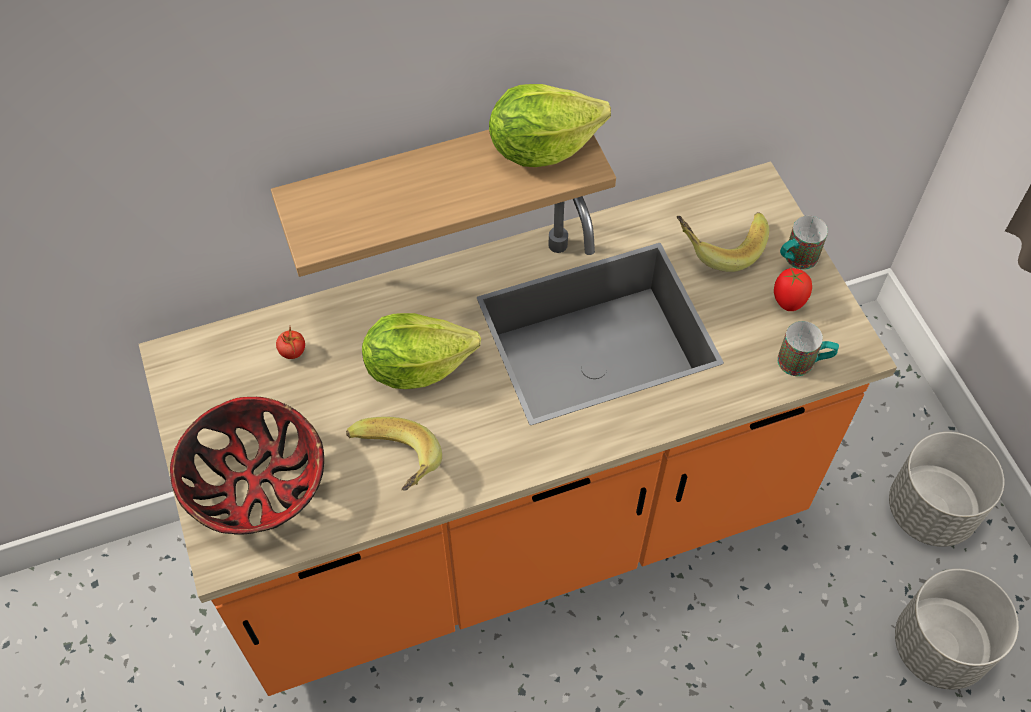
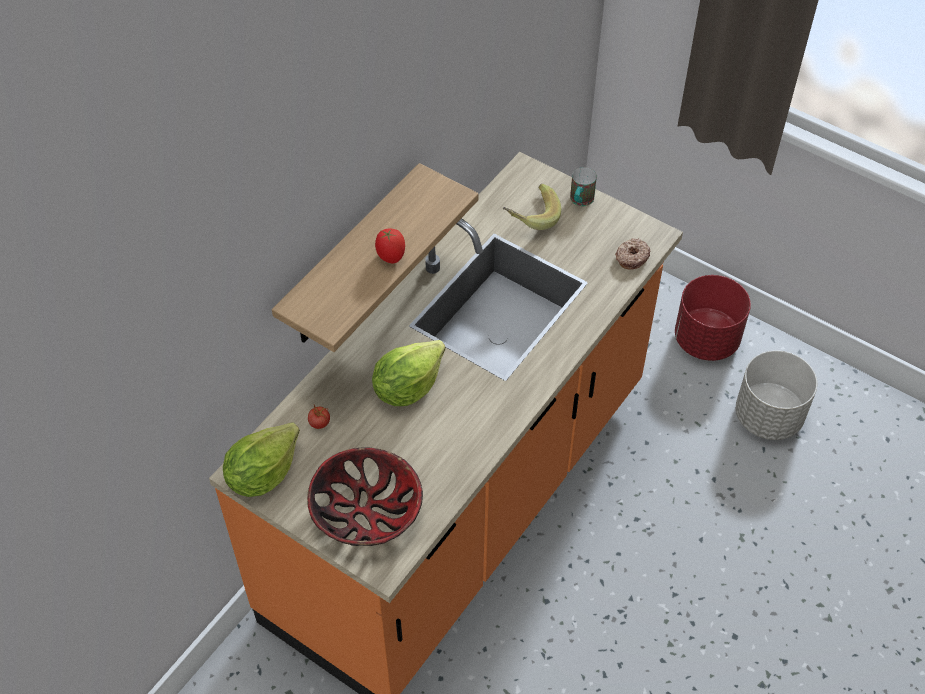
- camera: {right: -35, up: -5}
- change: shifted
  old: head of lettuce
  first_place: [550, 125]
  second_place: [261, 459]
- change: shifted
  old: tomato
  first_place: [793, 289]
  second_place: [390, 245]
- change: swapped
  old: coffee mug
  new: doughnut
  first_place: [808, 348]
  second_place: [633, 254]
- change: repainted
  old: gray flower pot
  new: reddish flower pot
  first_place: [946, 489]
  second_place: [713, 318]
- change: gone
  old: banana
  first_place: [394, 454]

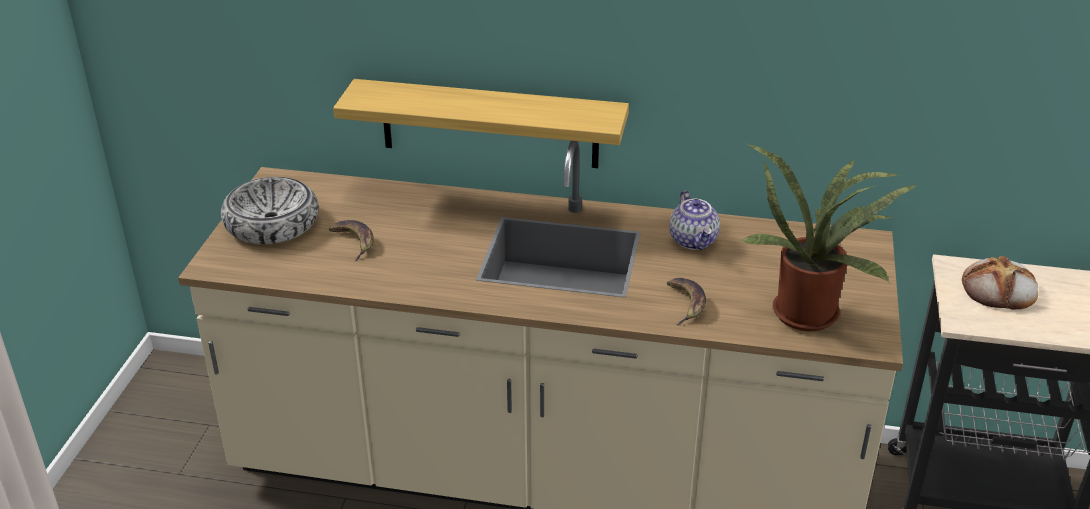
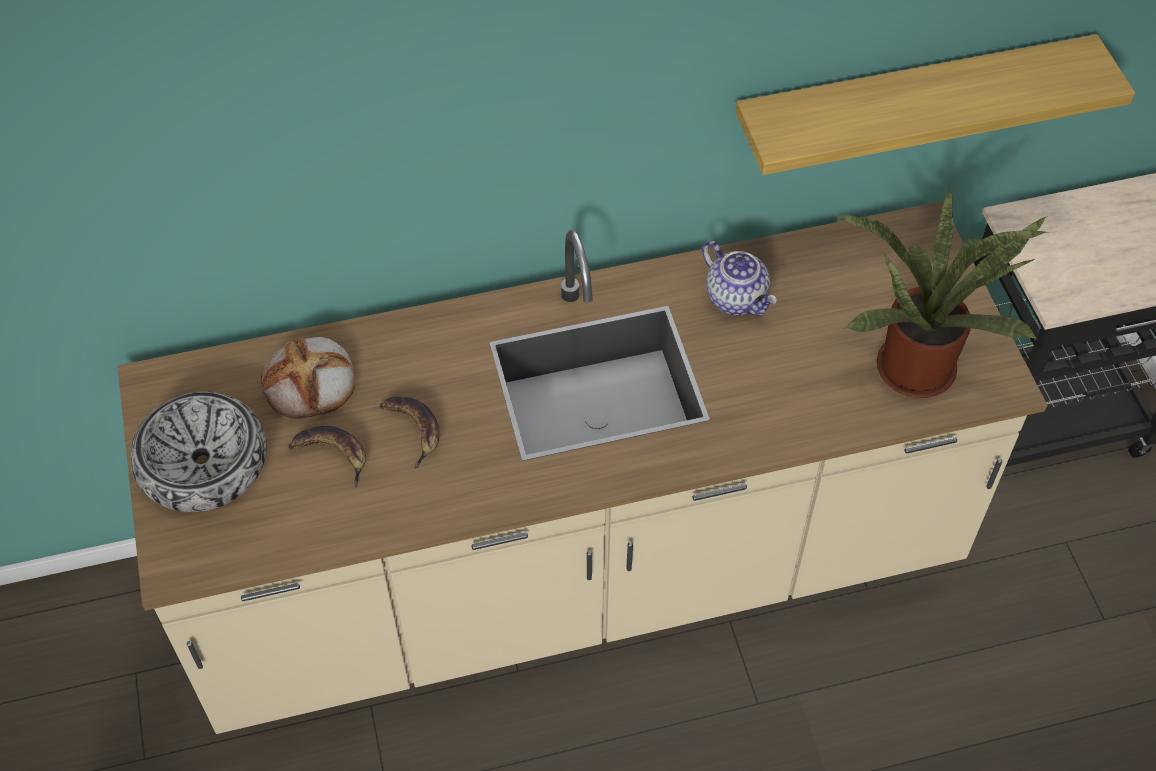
- camera: {right: -25, up: 20}
- change: shifted
  old: bread
  first_place: [1000, 283]
  second_place: [308, 378]
- change: shifted
  old: banana
  first_place: [686, 301]
  second_place: [409, 432]
- change: shifted
  old: bracket shelf
  first_place: [481, 123]
  second_place: [935, 104]

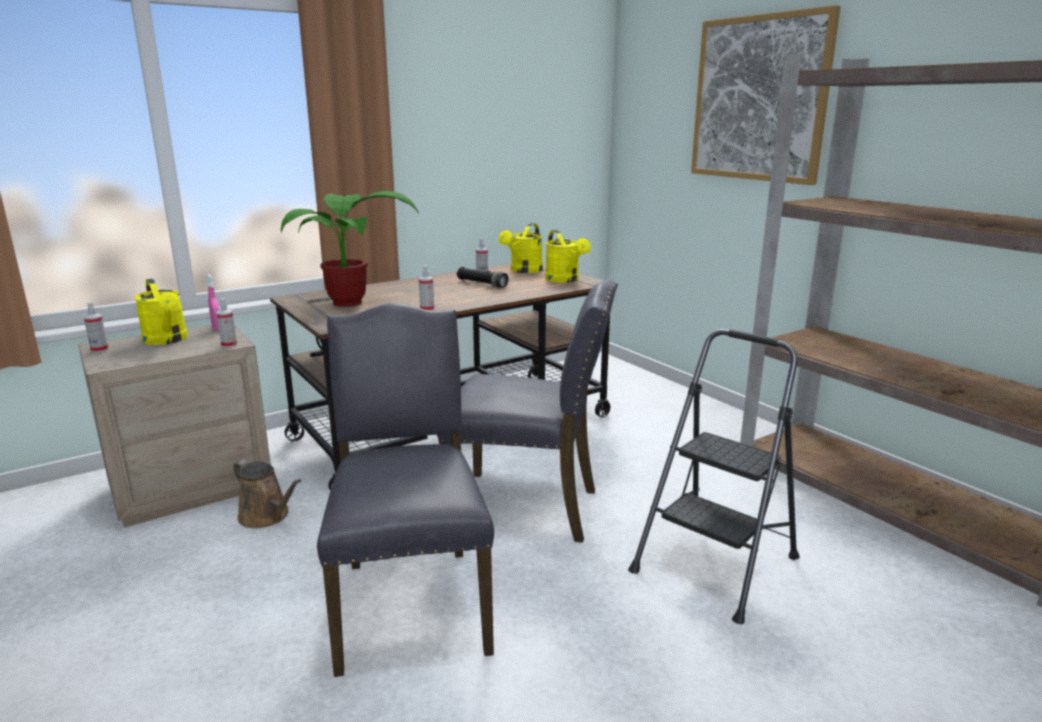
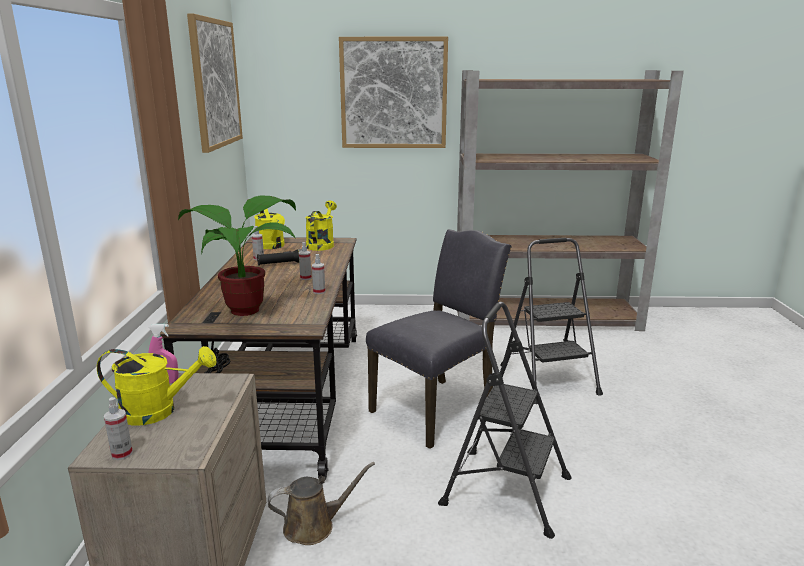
- camera: {right: -55, up: 0}
- change: new
  new: wall picture
  second_place: [215, 83]
- change: shifted
  old: hand sprayer
  first_place: [226, 323]
  second_place: [305, 261]
- change: rotated
  old: yellow watering pot
  first_place: [568, 256]
  second_place: [321, 226]
  degrees: -90
- change: swapped
  old: gray plain chair
  new: blackish stepladder
  first_place: [405, 490]
  second_place: [505, 420]

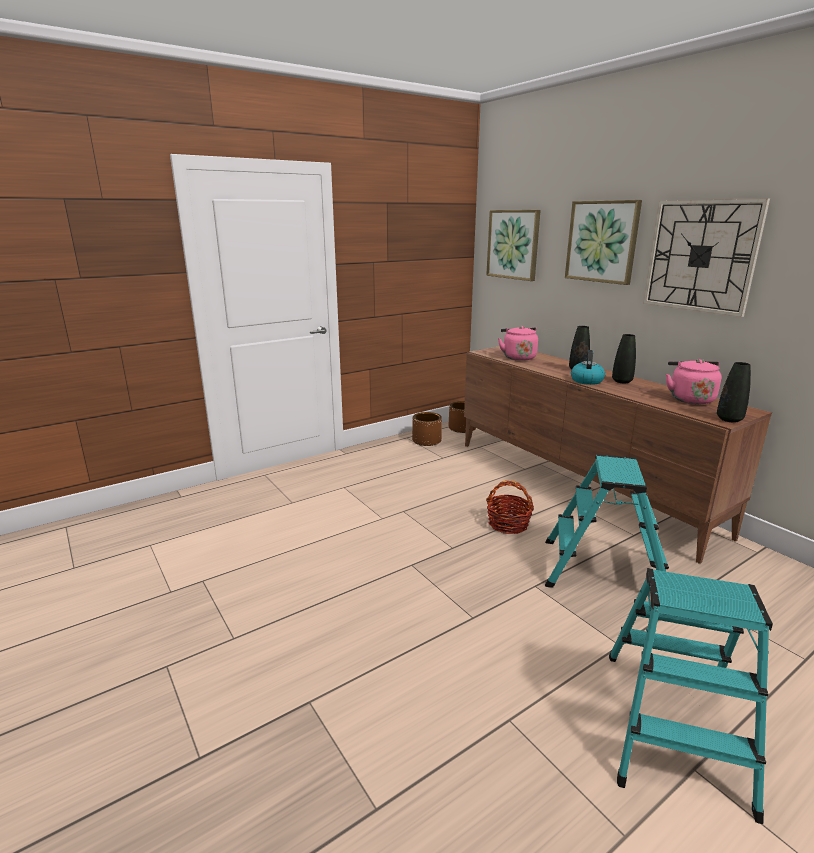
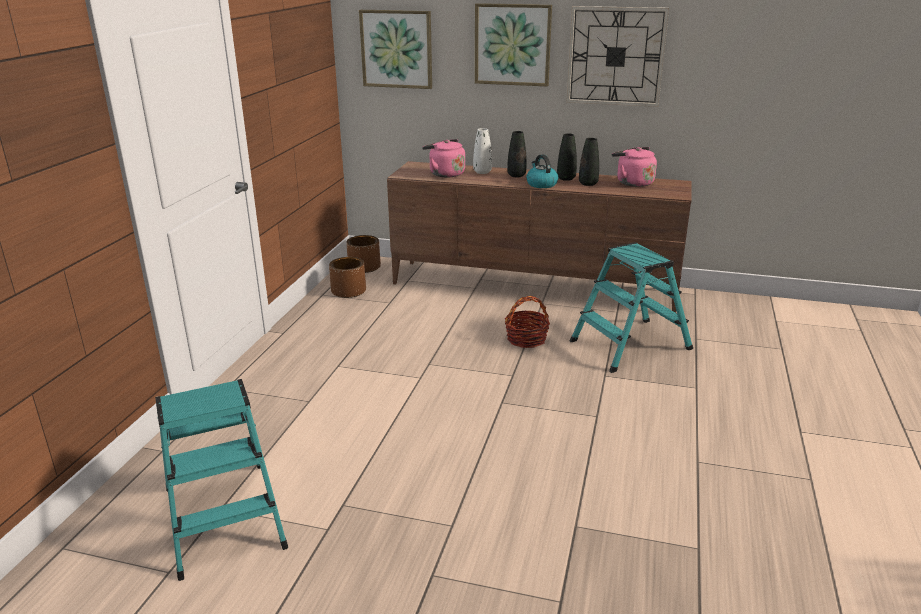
- camera: {right: -40, up: 5}
- change: shifted
  old: blue-green stepladder
  first_place: [691, 696]
  second_place: [221, 480]
- change: new
  new: white decorative vase
  second_place: [482, 151]
- change: shifted
  old: blackish decorative vase
  first_place: [734, 392]
  second_place: [589, 162]

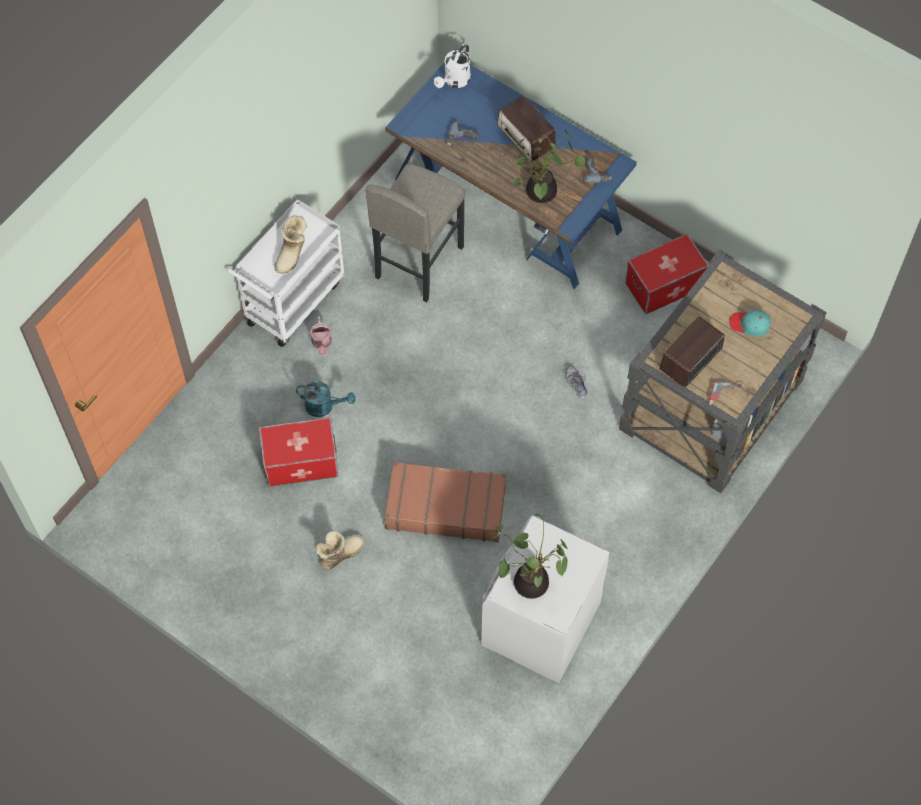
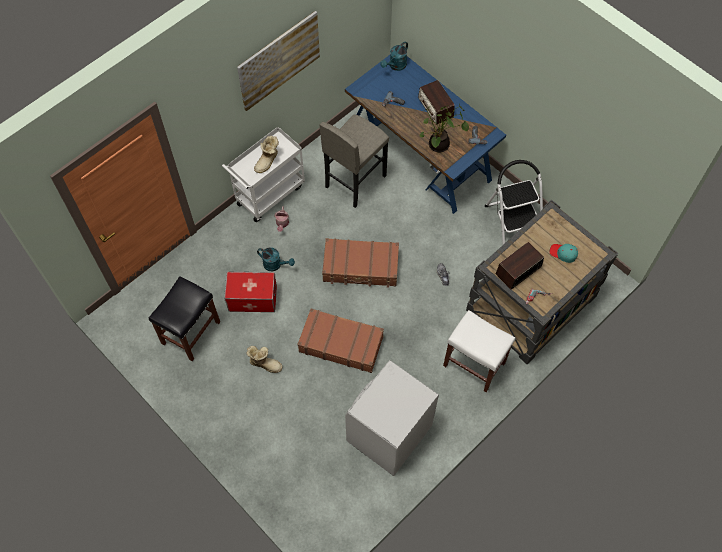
- camera: {right: 10, up: 0}
- change: new
  new: blackish stool
  second_place: [184, 318]
- change: new
  new: wall picture
  second_place: [278, 61]
- change: rotated
  old: boot
  first_place: [340, 550]
  second_place: [264, 359]
  degrees: 45
- change: new
  new: brown-coloured piece of luggage
  second_place: [360, 263]
- change: repainted
  old: white watering pot
  new: blue-green watering pot
  first_place: [452, 65]
  second_place: [394, 56]
- change: new
  new: white stool
  second_place: [479, 351]
- change: swapped
  old: storage bin
  new: stepladder
  first_place: [667, 274]
  second_place: [514, 202]
- change: gone
  old: potted plant
  first_place: [528, 556]

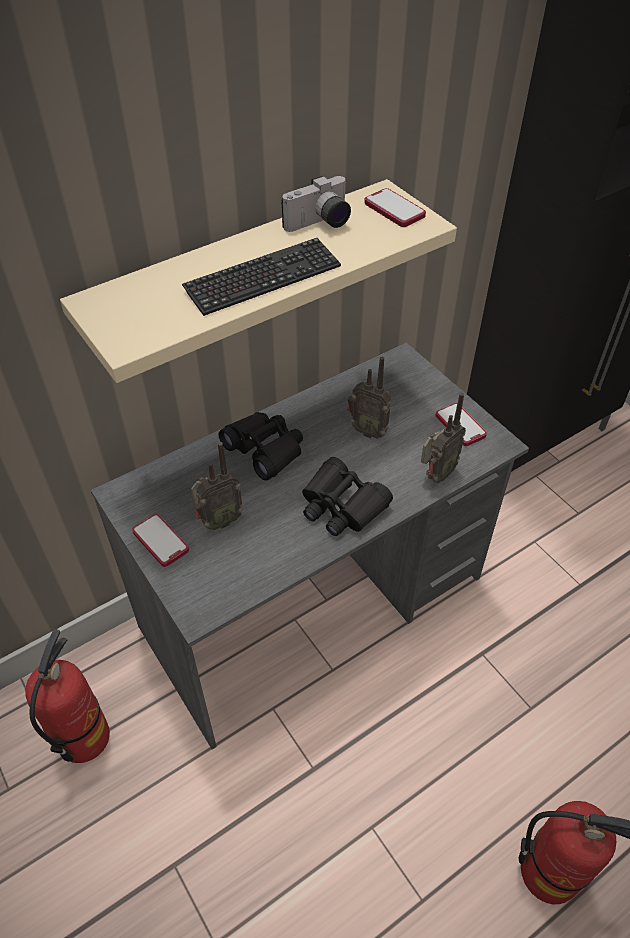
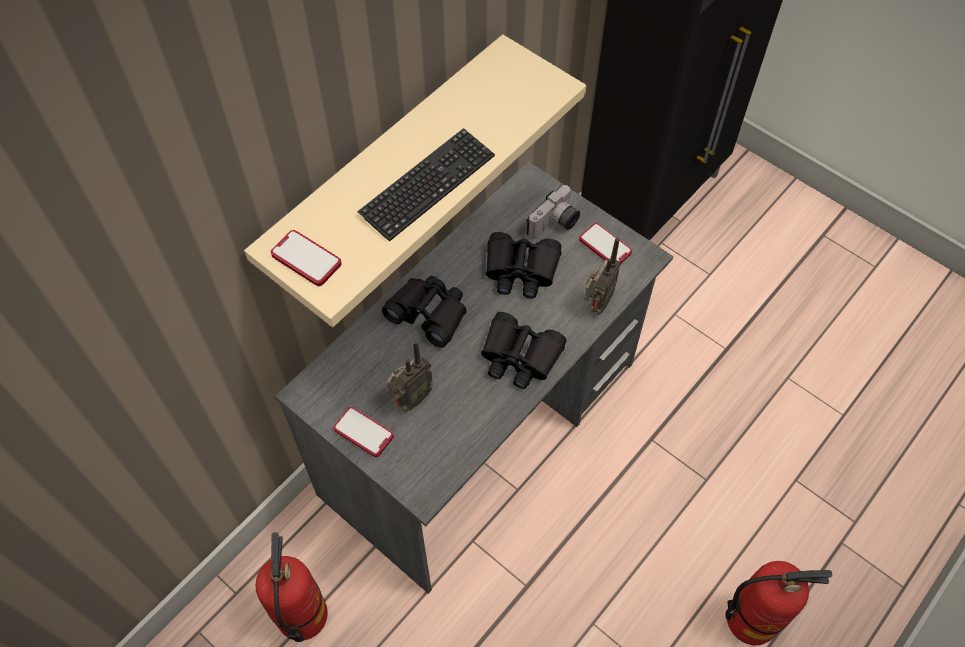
- camera: {right: -15, up: 10}
- change: shifted
  old: phone
  first_place: [395, 207]
  second_place: [306, 258]
- change: swapped
  old: radio set
  new: blackish field glasses
  first_place: [369, 398]
  second_place: [524, 265]
- change: shifted
  old: photo camera
  first_place: [316, 203]
  second_place: [553, 212]

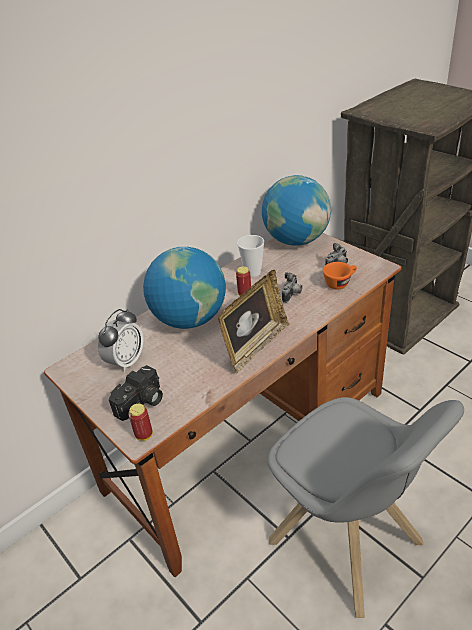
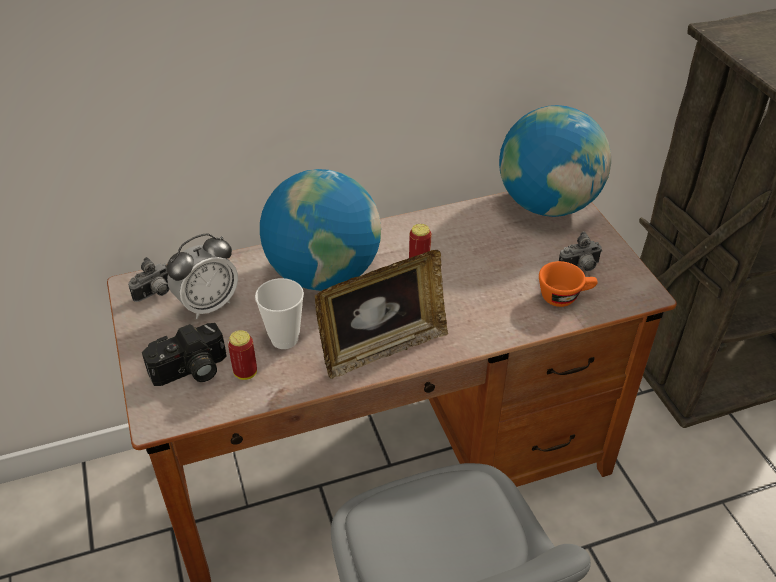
- camera: {right: 20, up: 5}
- change: shifted
  old: photo camera
  first_place: [292, 287]
  second_place: [148, 279]
- change: shifted
  old: sealed can
  first_place: [140, 422]
  second_place: [242, 355]
- change: shifted
  old: small cup
  first_place: [250, 256]
  second_place: [279, 313]

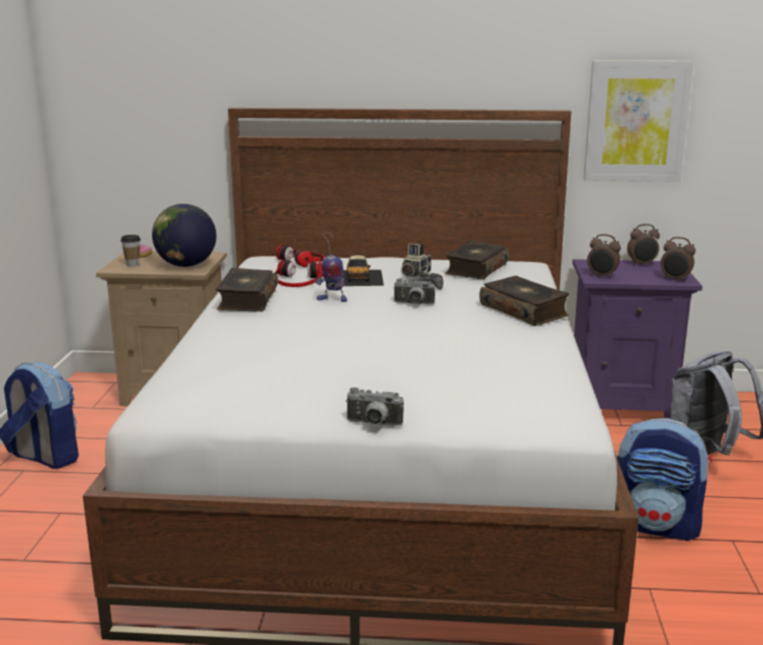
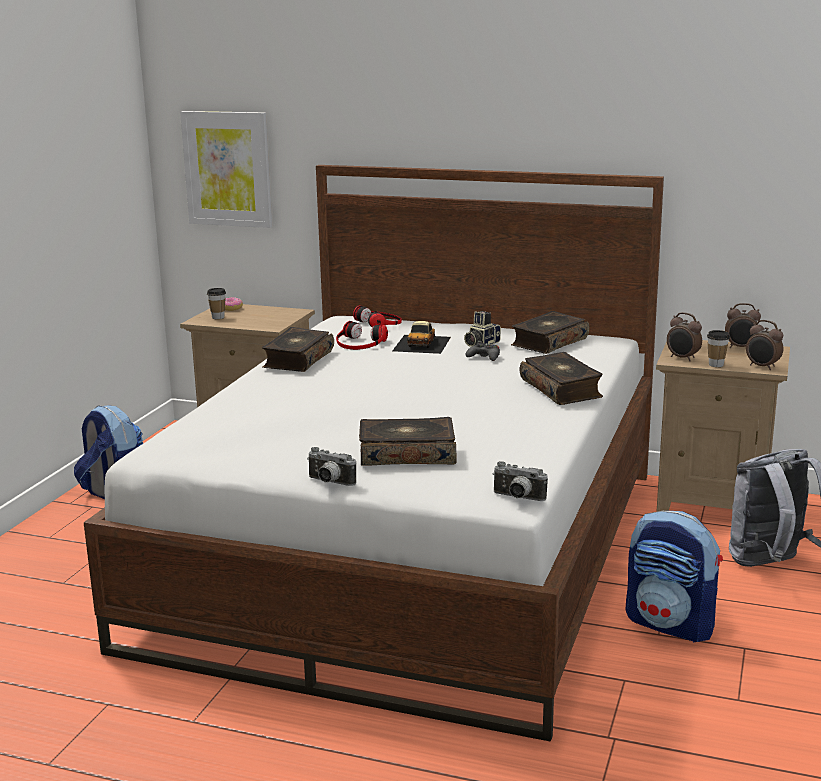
- camera: {right: 15, up: 0}
- change: shifted
  old: wall picture
  first_place: [639, 121]
  second_place: [226, 169]
- change: new
  new: book
  second_place: [408, 441]
- change: shifted
  old: photo camera
  first_place: [414, 291]
  second_place: [520, 481]
- change: repainted
  old: purple night table
  new: beige-coloured night table
  first_place: [637, 338]
  second_place: [723, 426]
- change: new
  new: small cup
  second_place: [718, 348]
- change: gone
  old: world globe
  first_place: [184, 235]
- change: gone
  old: toy robot
  first_place: [331, 266]

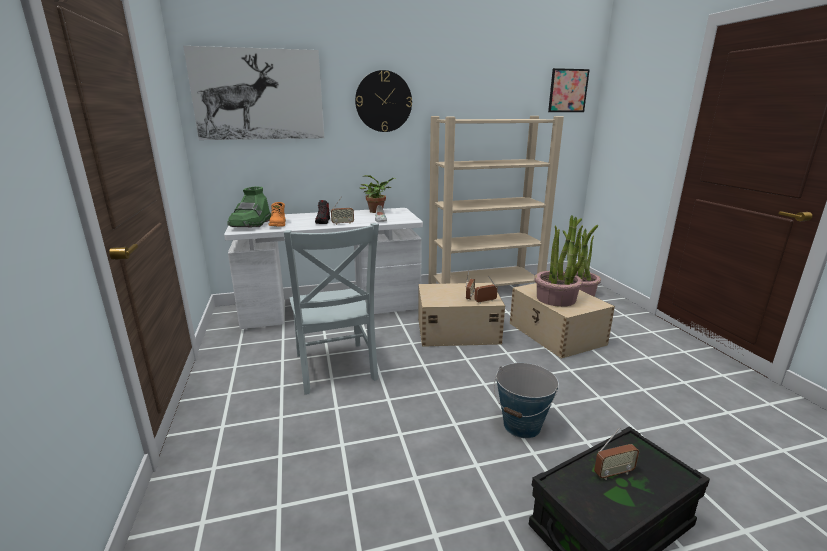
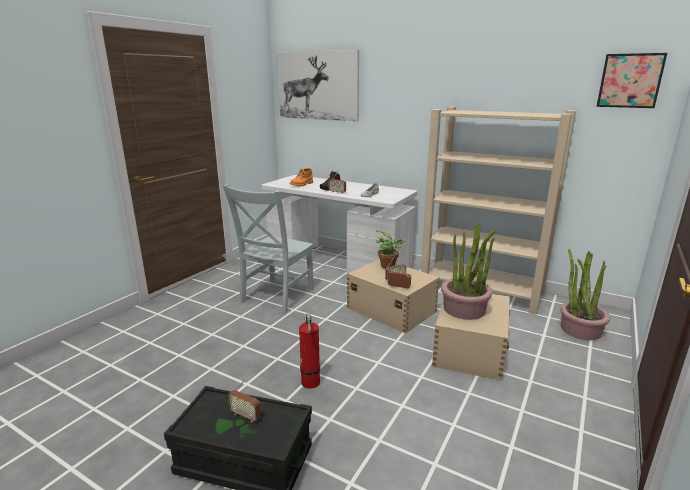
- camera: {right: 45, up: 0}
- change: swapped
  old: pail
  new: fire extinguisher
  first_place: [526, 400]
  second_place: [309, 350]
- change: shifted
  old: potted plant
  first_place: [378, 194]
  second_place: [390, 249]
- change: gone
  old: green boot
  first_place: [249, 207]
- change: gone
  old: wall clock
  first_place: [383, 101]

